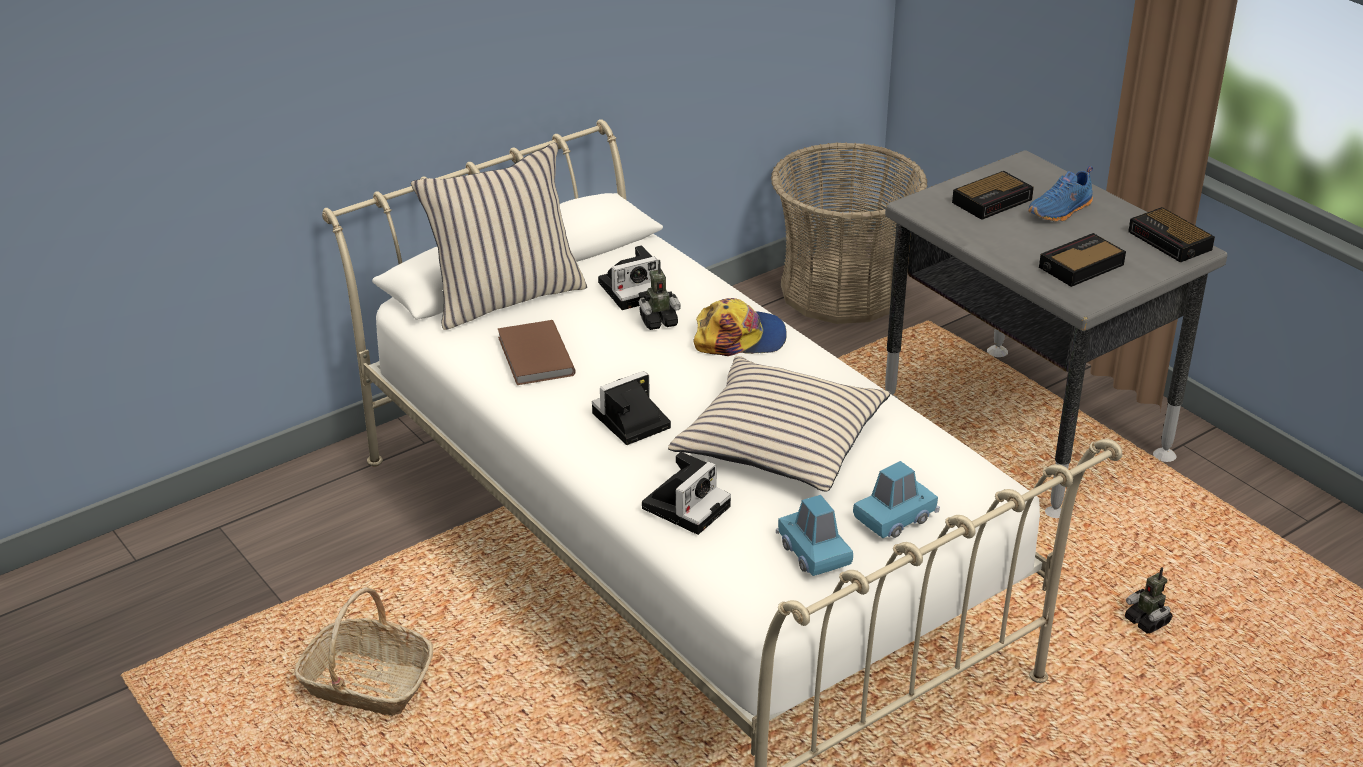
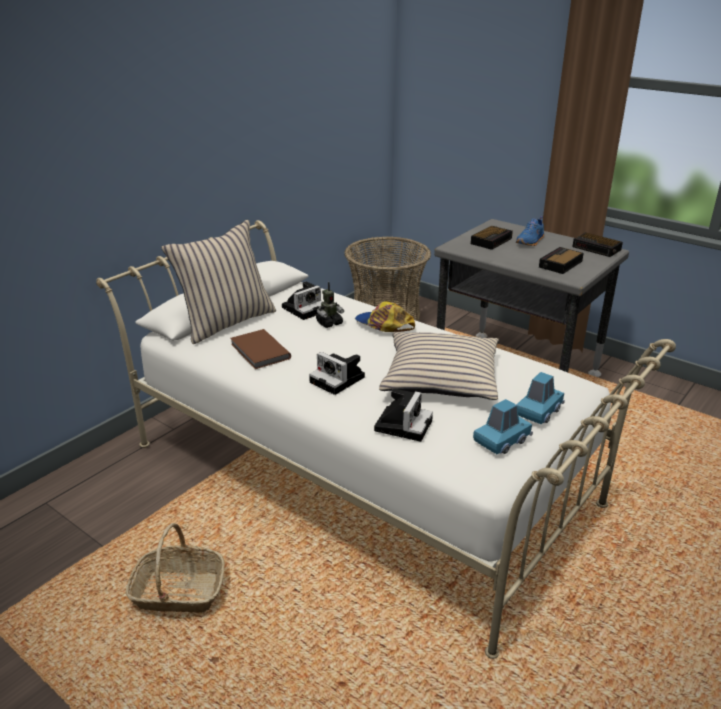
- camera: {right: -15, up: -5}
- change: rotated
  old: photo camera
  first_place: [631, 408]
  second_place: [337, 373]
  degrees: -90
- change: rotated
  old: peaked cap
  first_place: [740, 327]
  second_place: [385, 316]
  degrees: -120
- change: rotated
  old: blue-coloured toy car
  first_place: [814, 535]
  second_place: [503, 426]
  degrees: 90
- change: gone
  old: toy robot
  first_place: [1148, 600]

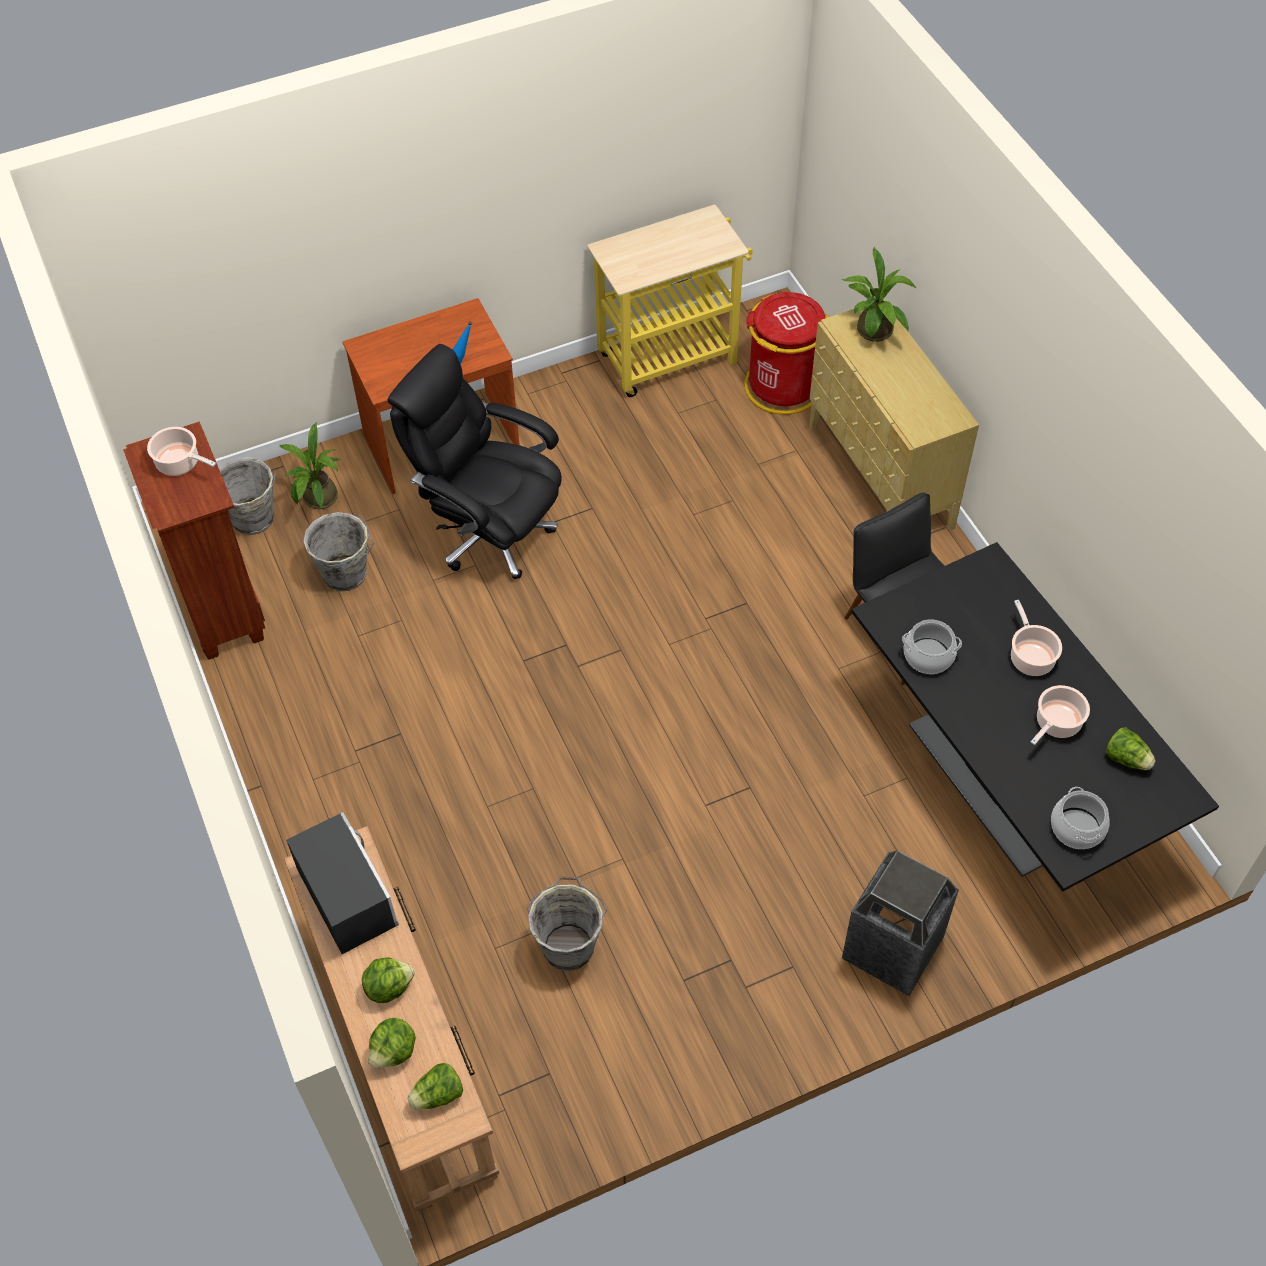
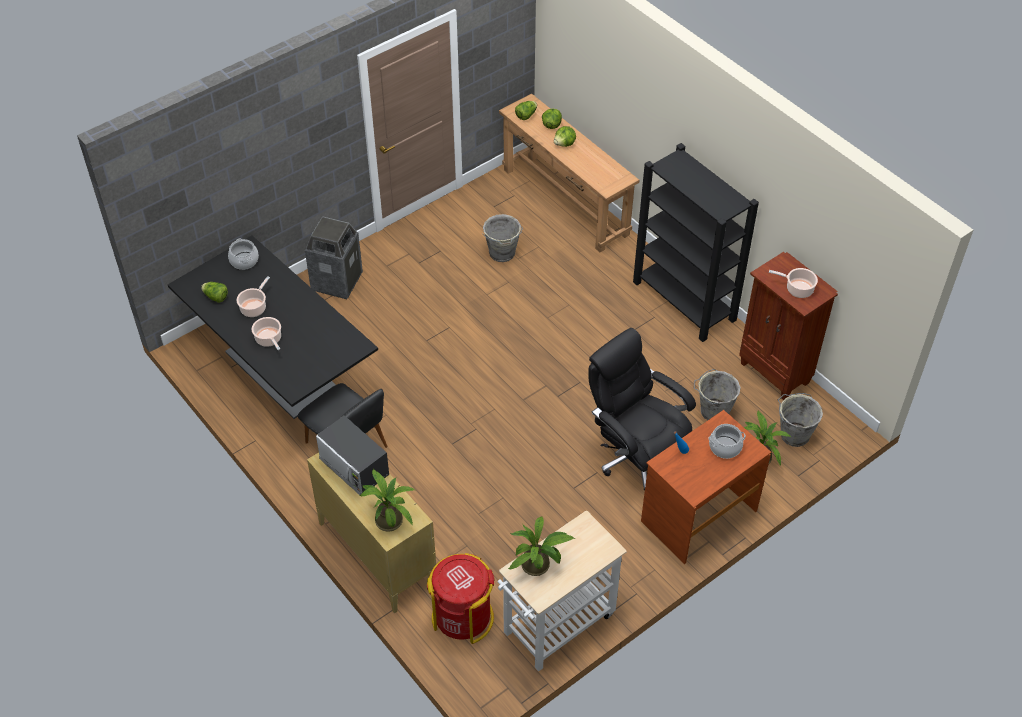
- camera: {right: 165, up: -5}
- change: shifted
  old: microwave
  first_place: [342, 883]
  second_place: [352, 455]
- change: repainted
  old: yellow wheeled cart
  new: white wheeled cart
  first_place: [670, 301]
  second_place: [562, 591]
- change: new
  new: potted plant
  second_place: [541, 546]
- change: rotated
  old: blackish computer chair
  first_place: [475, 461]
  second_place: [642, 409]
  degrees: -150
- change: new
  new: blackish shelving unit
  second_place: [696, 242]
- change: shifted
  old: stockpot
  first_place: [932, 646]
  second_place: [727, 441]

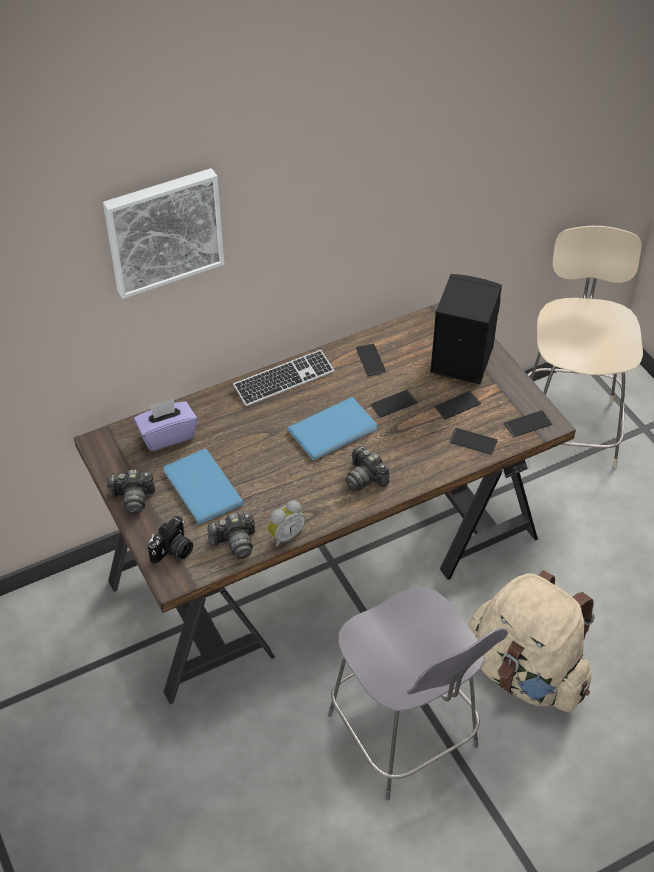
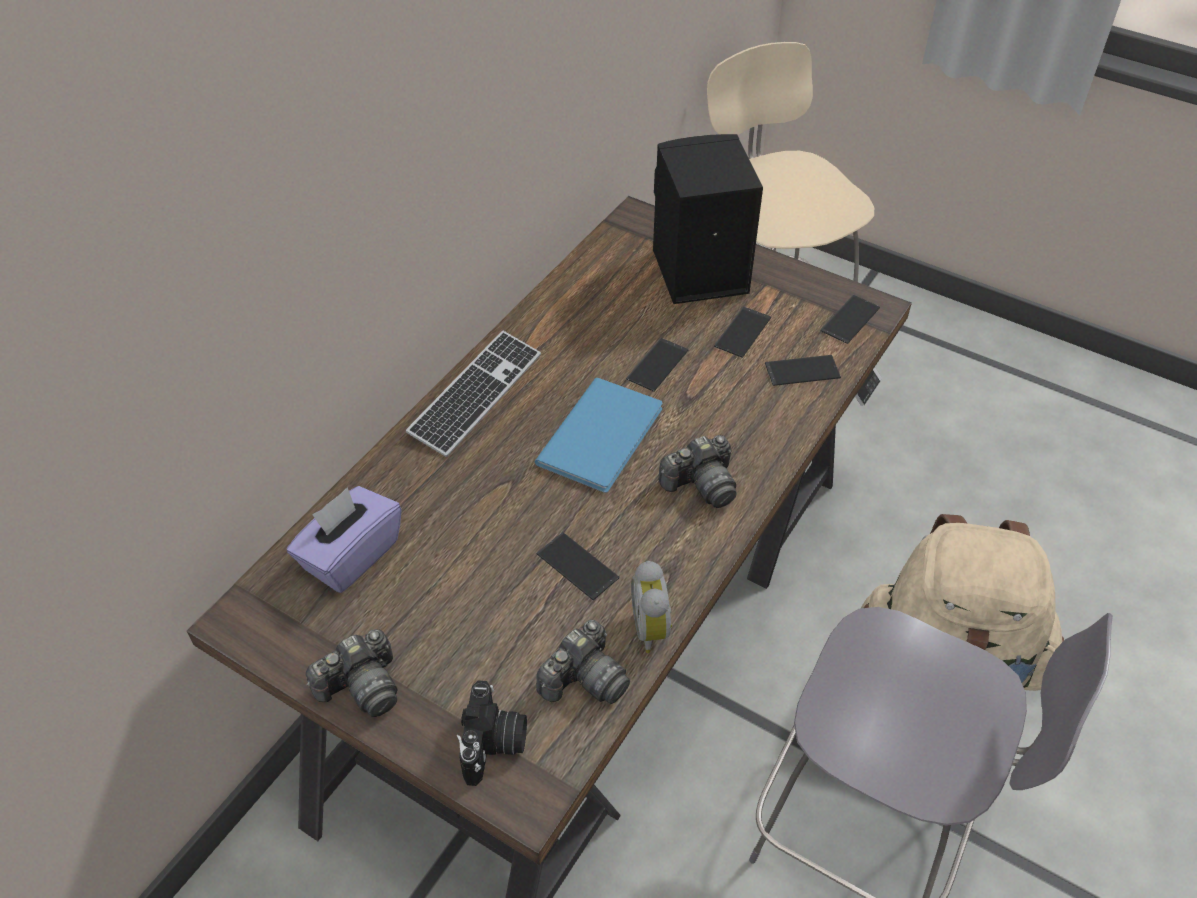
- camera: {right: -30, up: 0}
- change: shifted
  old: phone
  first_place: [370, 359]
  second_place: [578, 566]
- change: rotated
  old: bedside clock
  first_place: [286, 523]
  second_place: [651, 607]
  degrees: 150
- change: rotated
  old: photo camera
  first_place: [367, 468]
  second_place: [697, 471]
  degrees: -45
- change: gone
  old: wall picture
  first_place: [163, 233]
- change: gone
  old: blue-coloured book
  first_place: [203, 486]

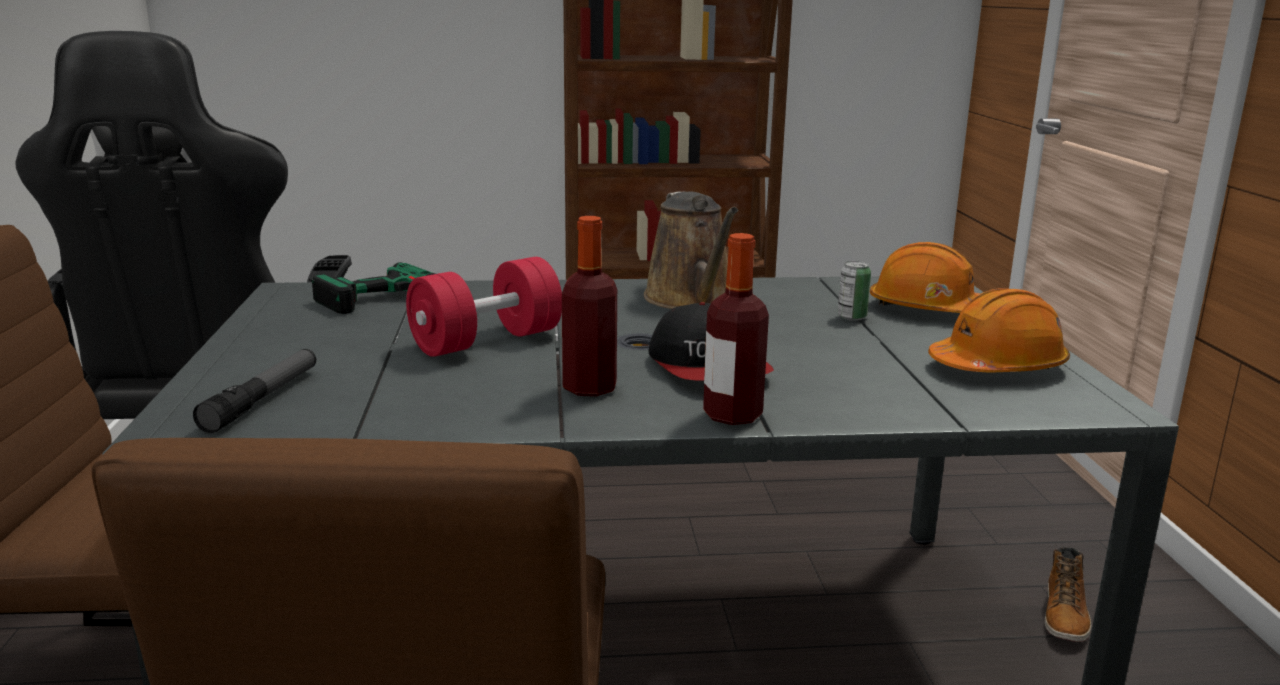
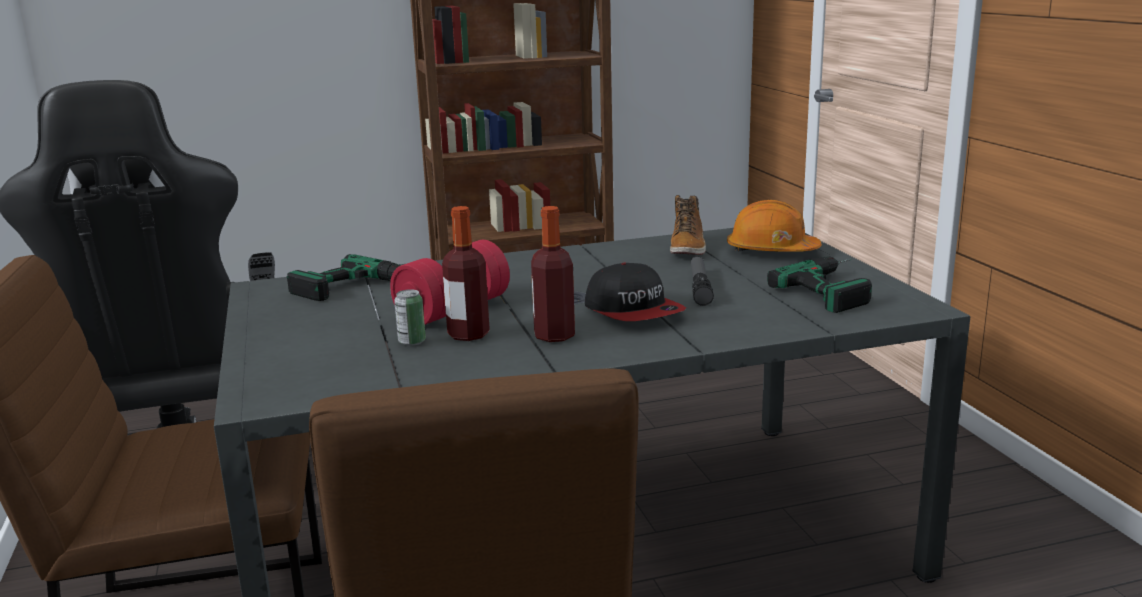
- camera: {right: -10, up: 0}
- change: shifted
  old: sealed can
  first_place: [854, 291]
  second_place: [410, 317]
- change: shifted
  old: bottle
  first_place: [736, 329]
  second_place: [466, 273]
- change: shifted
  old: boot
  first_place: [1067, 594]
  second_place: [688, 225]
- change: shifted
  old: hand torch
  first_place: [254, 391]
  second_place: [702, 281]
- change: swapped
  old: orangey hard hat
  new: drill
  first_place: [999, 330]
  second_place: [819, 284]
- change: gone
  old: brown-coloured watering pot
  first_place: [691, 250]

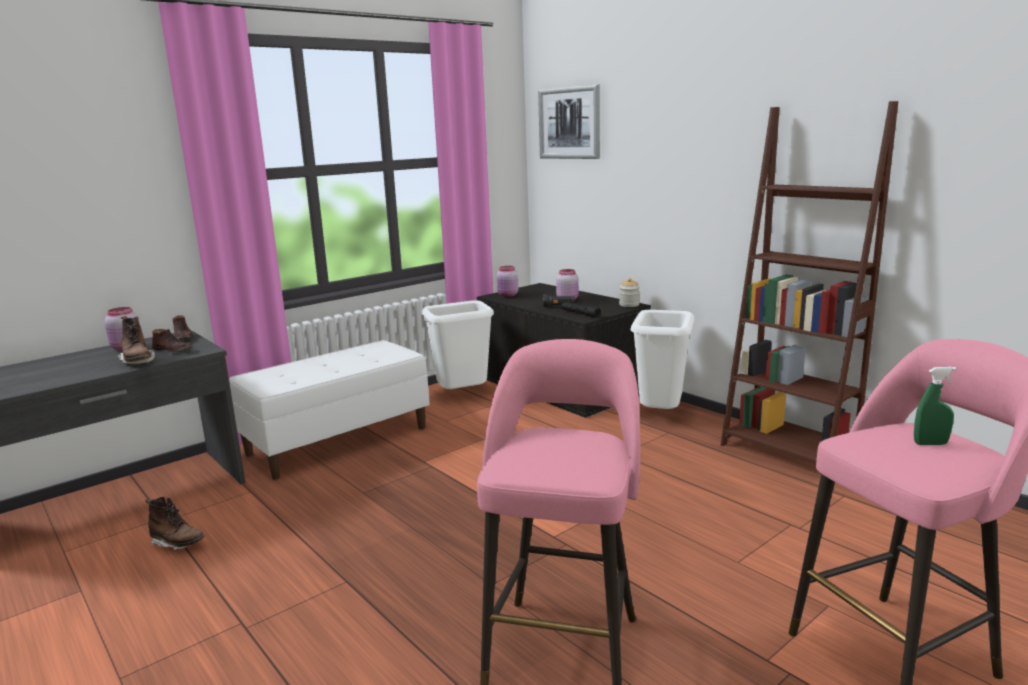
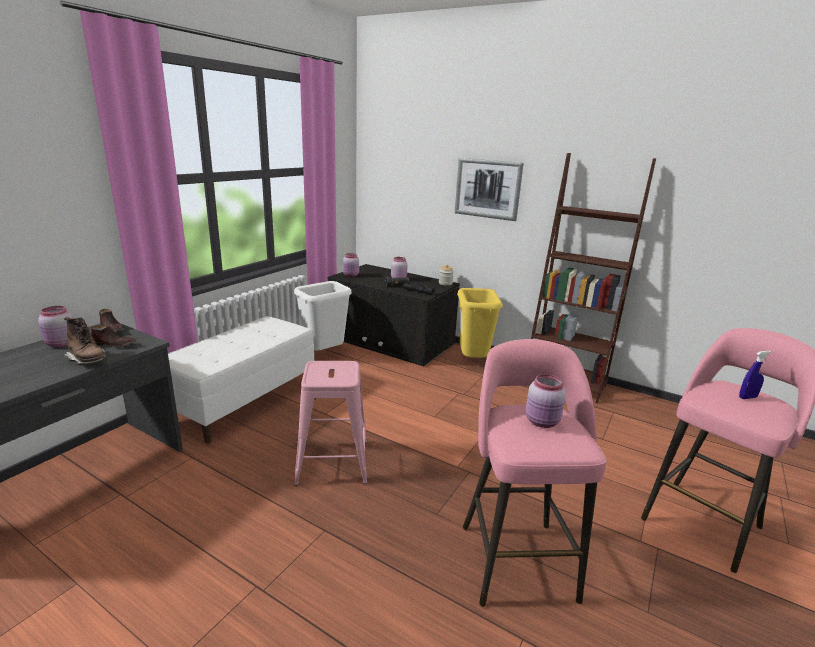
- camera: {right: -20, up: 5}
- change: new
  new: pink-coloured stool
  second_place: [330, 423]
- change: shifted
  old: wall picture
  first_place: [569, 122]
  second_place: [489, 189]
- change: repainted
  old: white waste bin
  new: yellow waste bin
  first_place: [662, 359]
  second_place: [480, 323]
- change: new
  new: pink-coloured jar
  second_place: [546, 401]
- change: repainted
  old: green hand sprayer
  new: blue-coloured hand sprayer
  first_place: [935, 406]
  second_place: [755, 375]
- change: gone
  old: brown-coloured boot
  first_place: [175, 523]

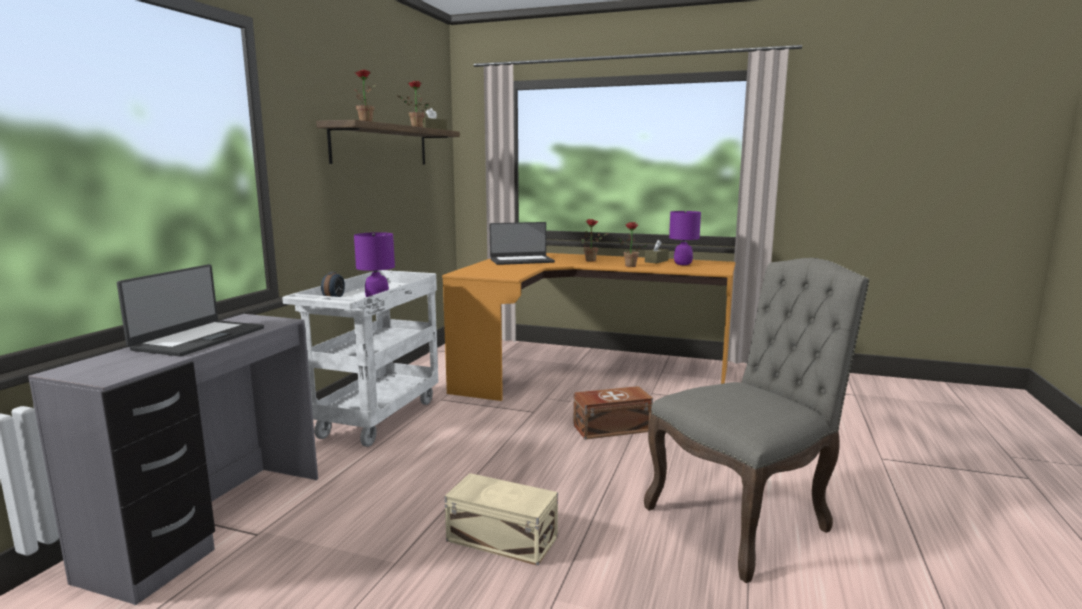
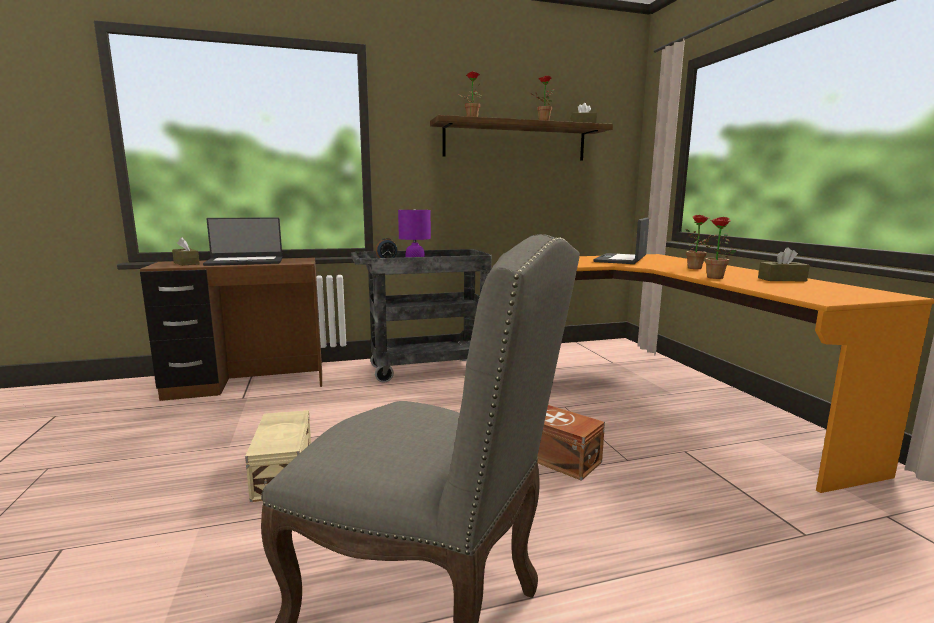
- camera: {right: 55, up: 0}
- change: repainted
  old: gray desk table
  new: brown-coloured desk table
  first_place: [173, 459]
  second_place: [231, 329]
- change: new
  new: brown-coloured tissue holder
  second_place: [186, 251]
- change: repainted
  old: white wheeled cart
  new: blackish wheeled cart
  first_place: [360, 358]
  second_place: [421, 316]
- change: rotated
  old: notebook computer
  first_place: [522, 243]
  second_place: [621, 241]
  degrees: 75
- change: gone
  old: purple lamp for a table
  first_place: [685, 238]

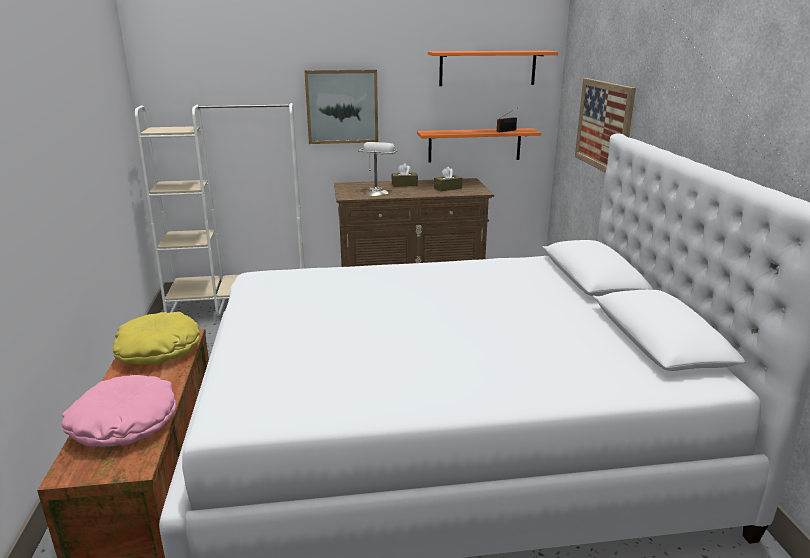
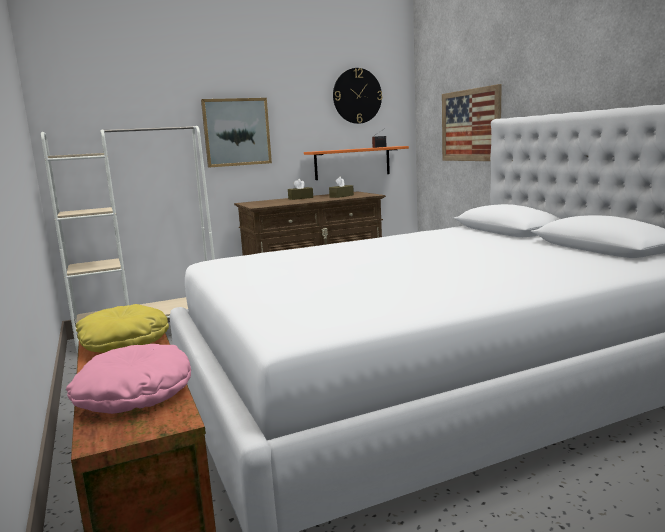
- camera: {right: -15, up: -10}
- change: swapped
  old: orangey bracket shelf
  new: wall clock
  first_place: [493, 68]
  second_place: [357, 96]
- change: gone
  old: white lamp for a table
  first_place: [378, 169]

